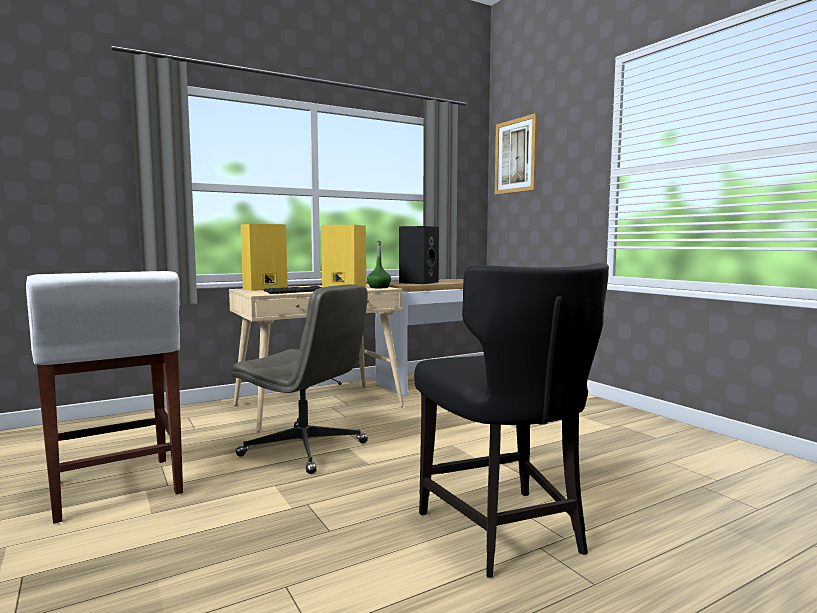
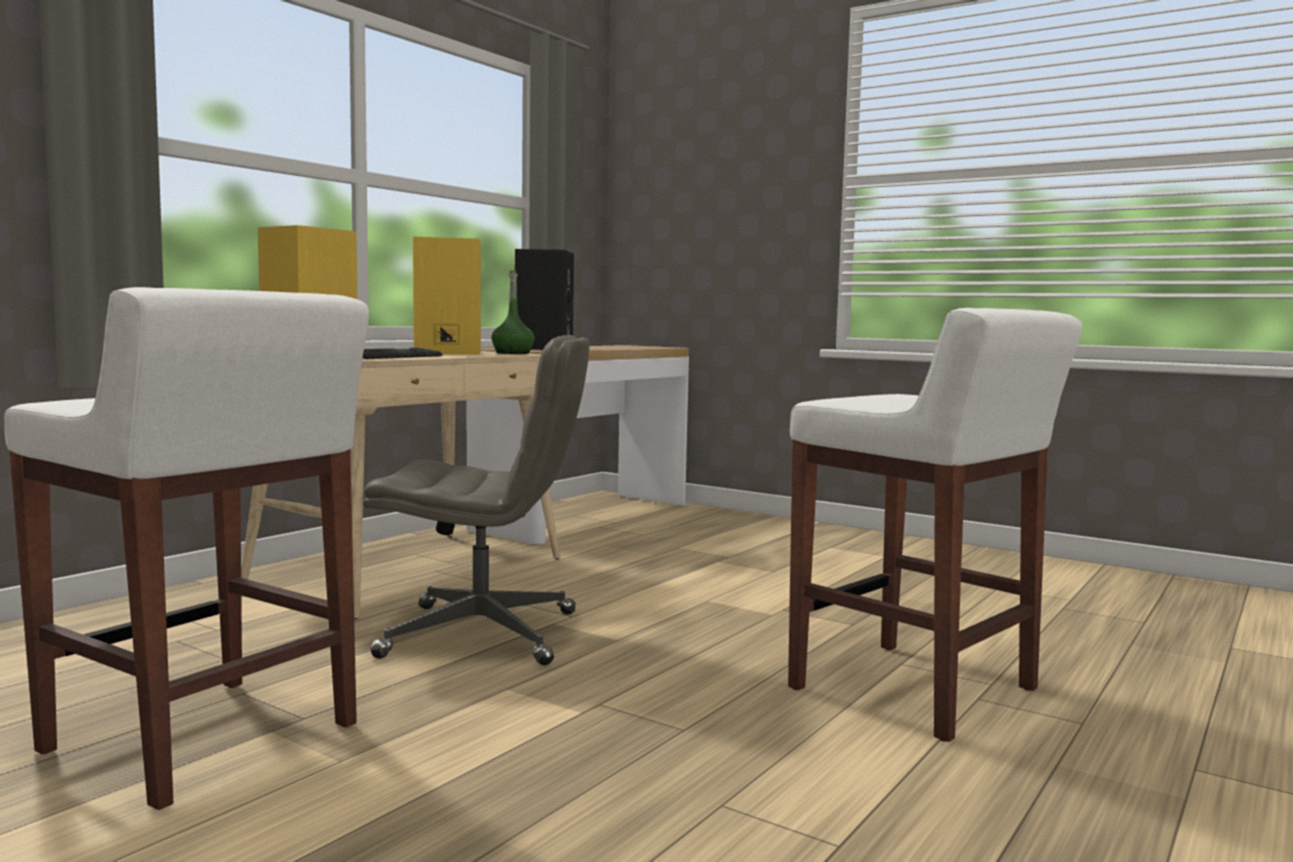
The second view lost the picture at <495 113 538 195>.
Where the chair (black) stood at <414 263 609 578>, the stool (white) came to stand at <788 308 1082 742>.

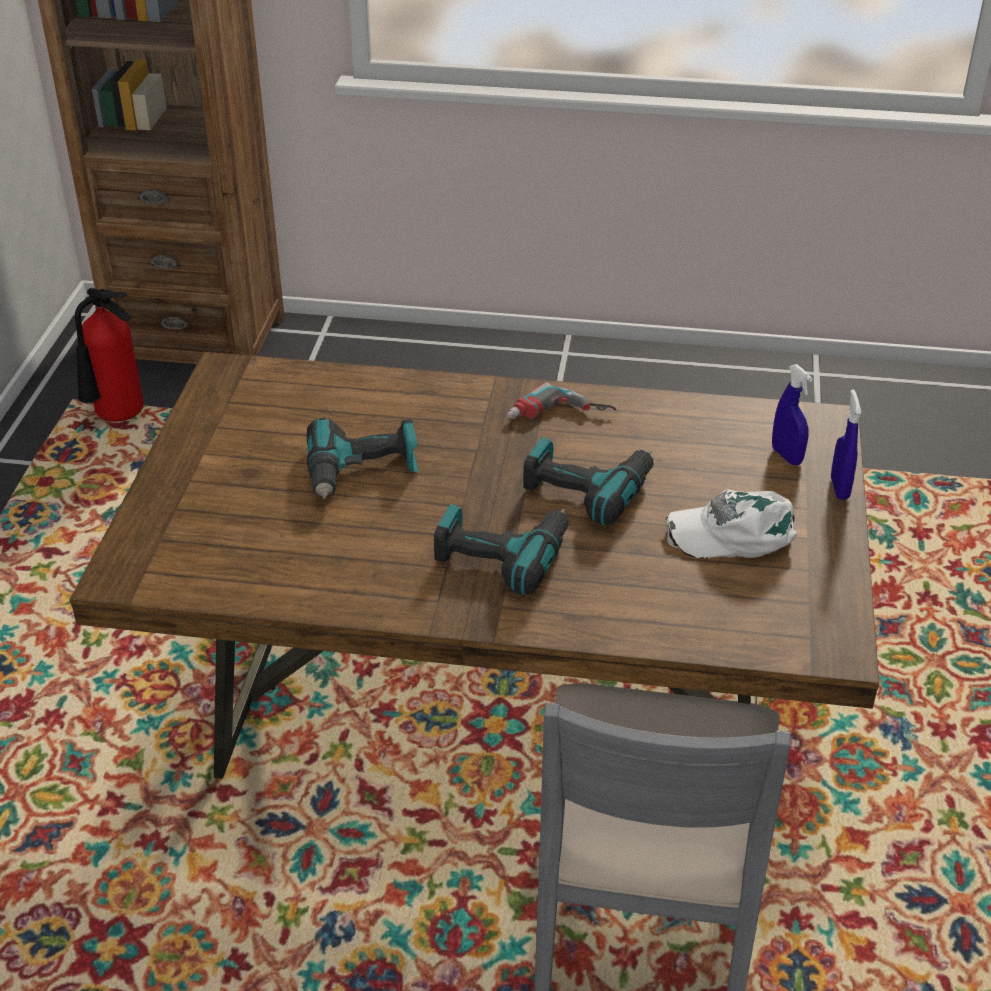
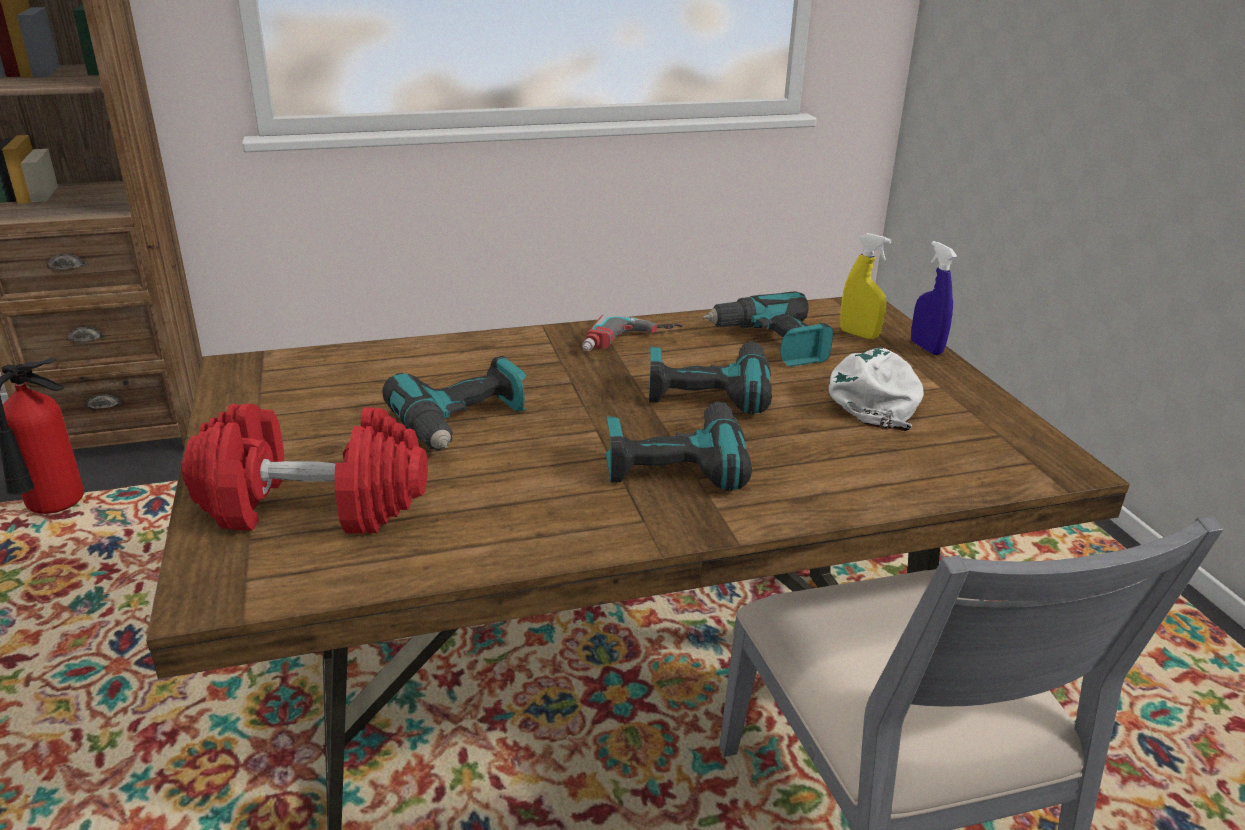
The second view gained the dumbbell (red) at <182 404 428 534>.
The second view gained the power drill at <702 291 833 367>.
What was the spray bottle (blue) at <772 364 813 465> turned into the spray bottle (yellow) at <840 233 891 339>.
The cap (white) at <666 489 797 559> ended up facing another way, 135 degrees clockwise from before.

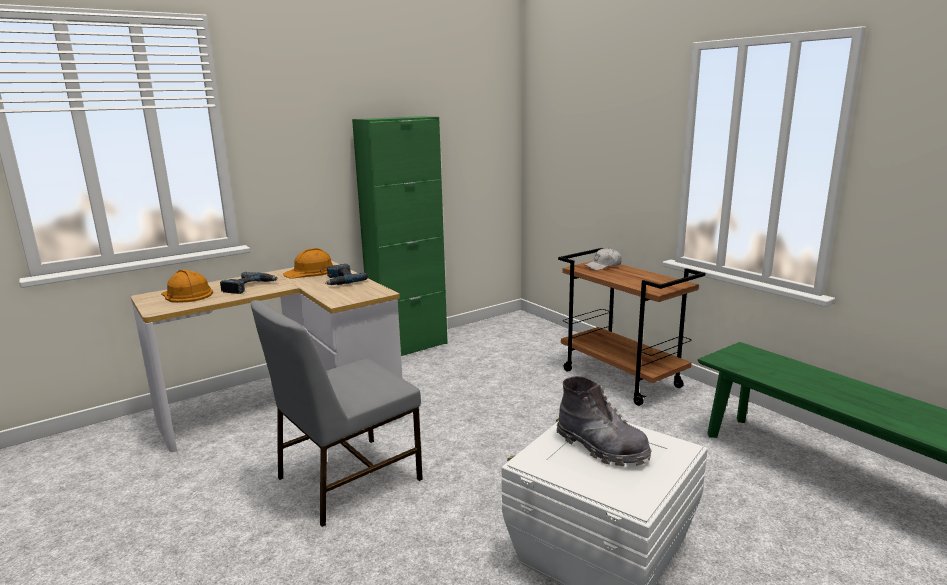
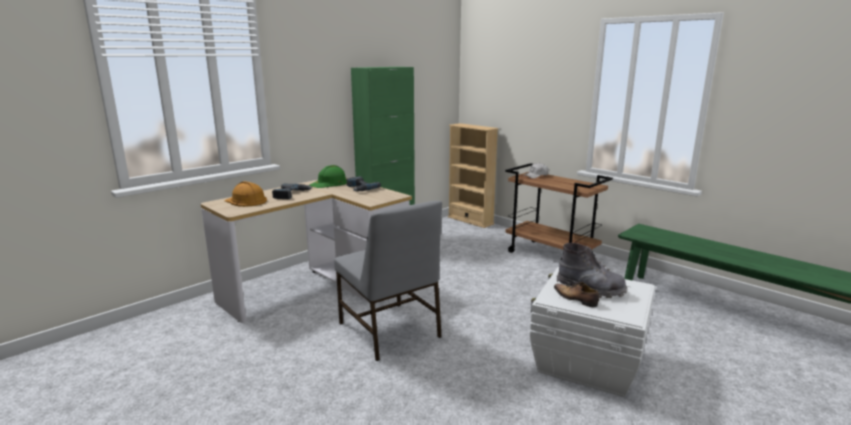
The second view gained the bookcase (beige) at <448 123 499 228>.
The second view gained the shoe at <554 282 599 307>.
What was the hard hat (orange) at <283 248 333 278> turned into the hard hat (green) at <310 165 347 188>.
The chair (grey) at <251 300 423 527> ended up facing another way, 75 degrees counterclockwise from before.

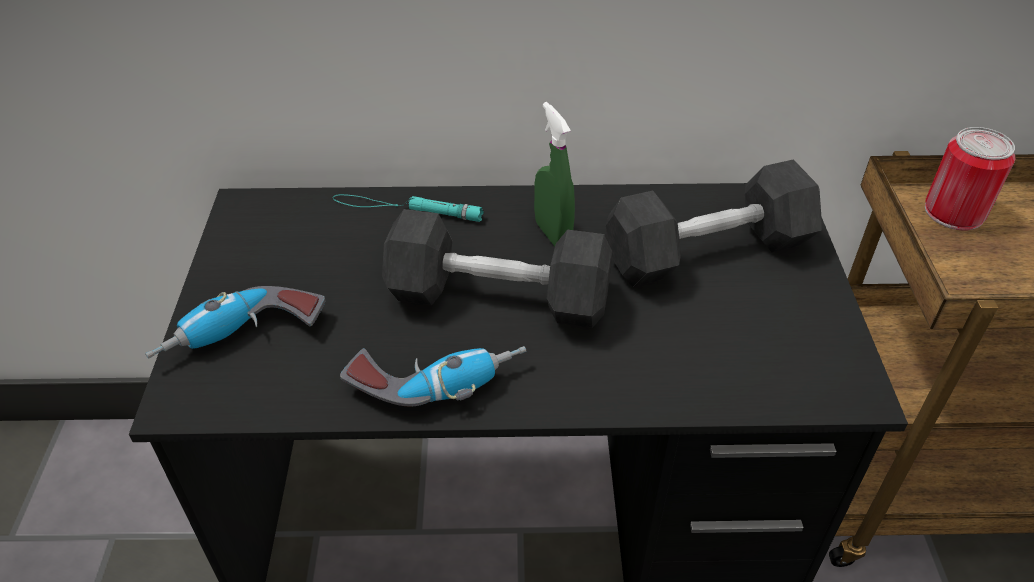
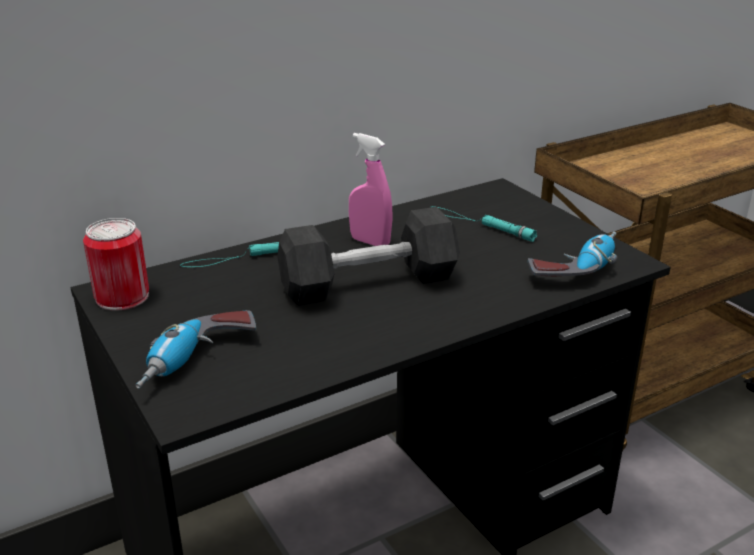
The power drill ended up elsewhere, having gone from <340 346 526 406> to <528 232 617 276>.
The can ended up elsewhere, having gone from <925 127 1015 231> to <83 218 149 311>.
Where the dumbbell (black) stood at <606 160 822 287>, the flashlight (turquoise) came to stand at <430 206 537 242>.
What was the spray bottle (green) at <534 102 575 246> turned into the spray bottle (pink) at <349 133 393 246>.

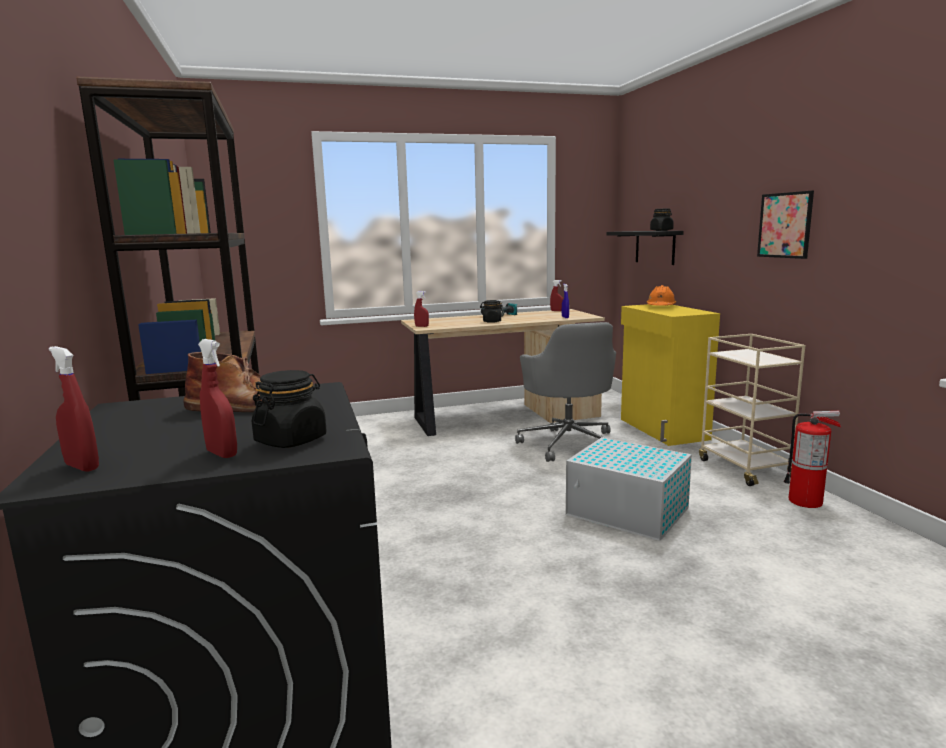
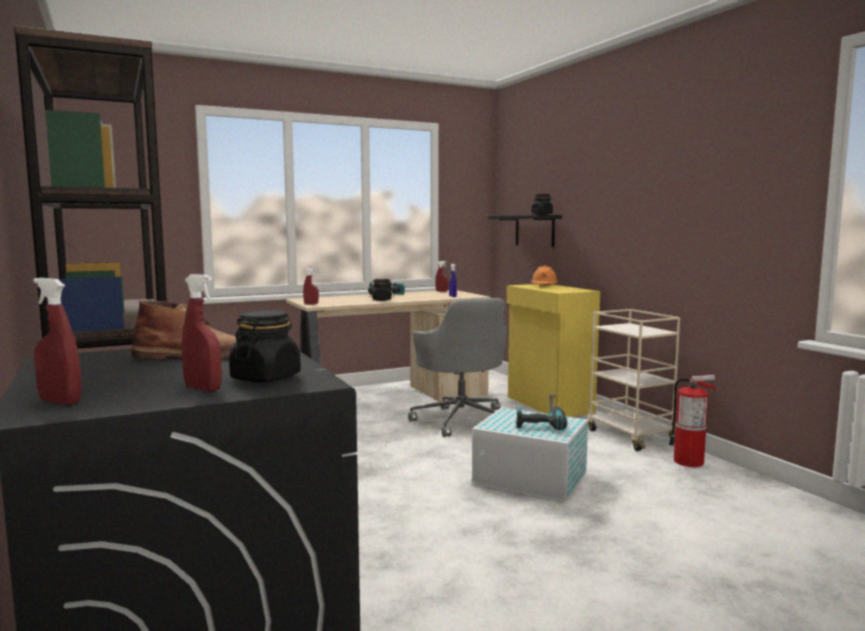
The second view lost the picture at <757 191 814 259>.
The second view gained the power drill at <515 406 567 430>.

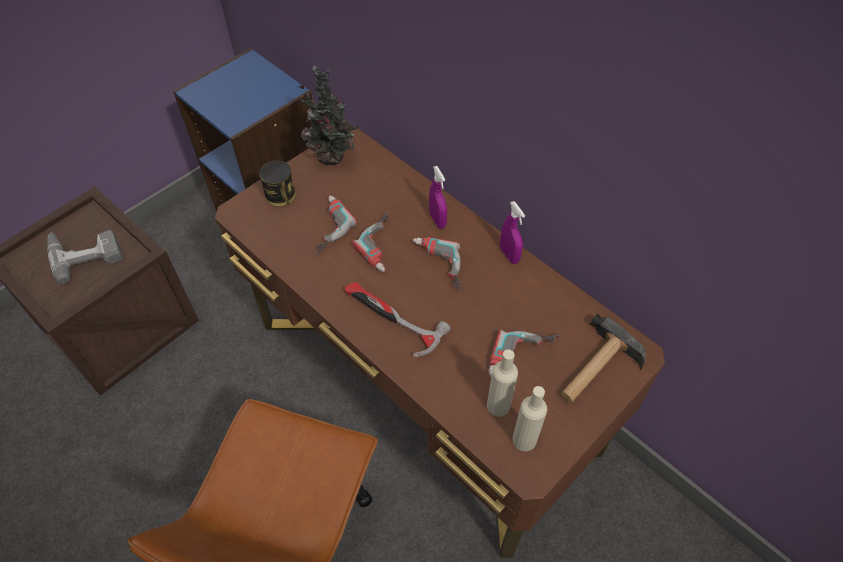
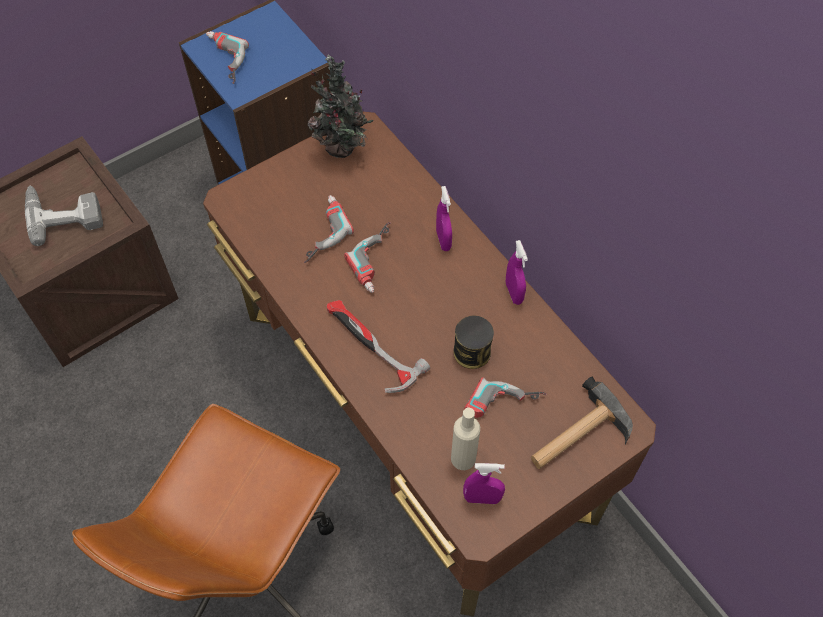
The can ended up elsewhere, having gone from <259 161 296 207> to <454 316 494 369>.
The power drill ended up elsewhere, having gone from <412 237 462 292> to <206 31 249 84>.
Where the bottle (beige) stood at <512 386 547 451>, the spray bottle (purple) came to stand at <463 463 505 504>.

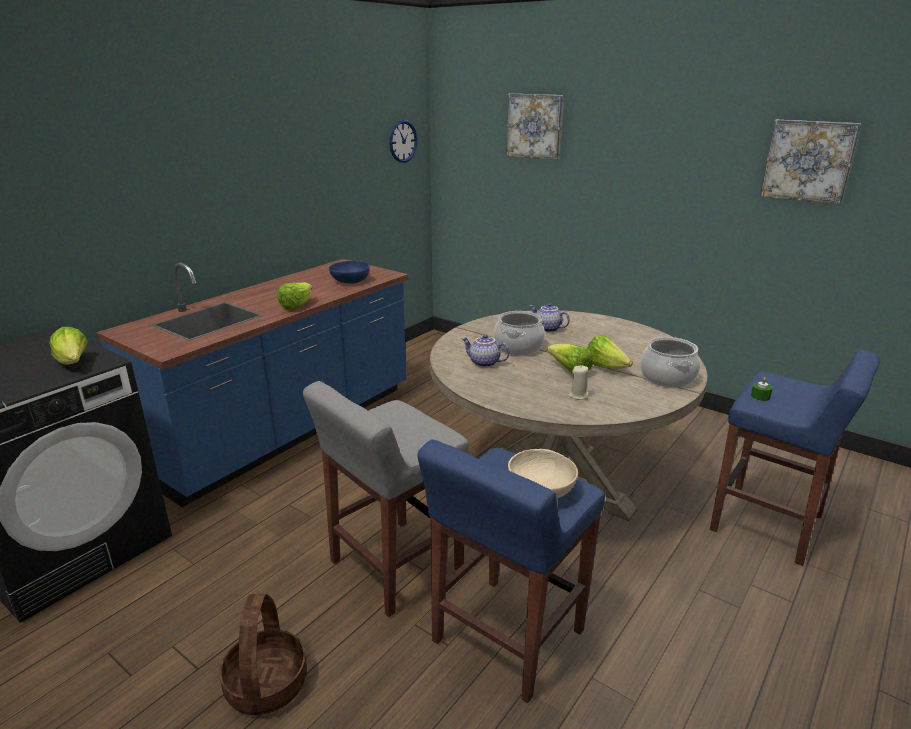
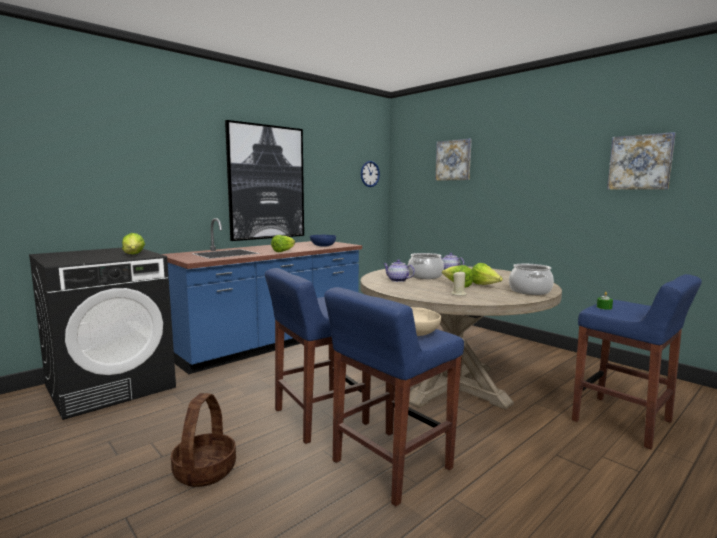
The second view gained the picture at <225 120 304 241>.
What was the stool (grey) at <303 381 469 617> turned into the stool (blue) at <265 268 371 444>.

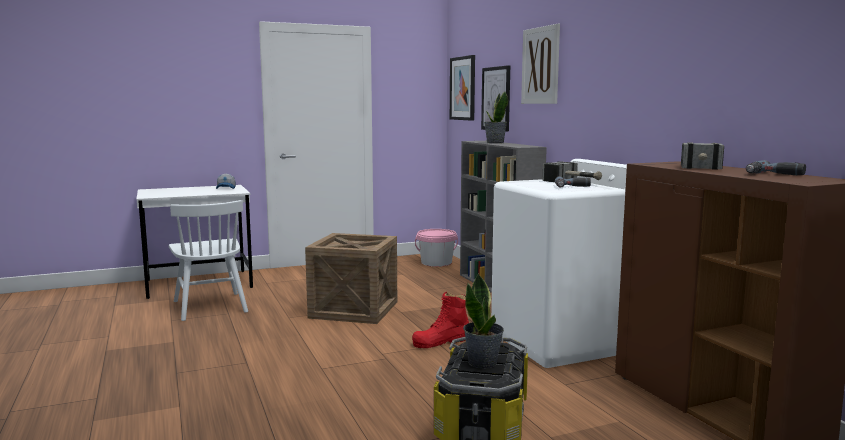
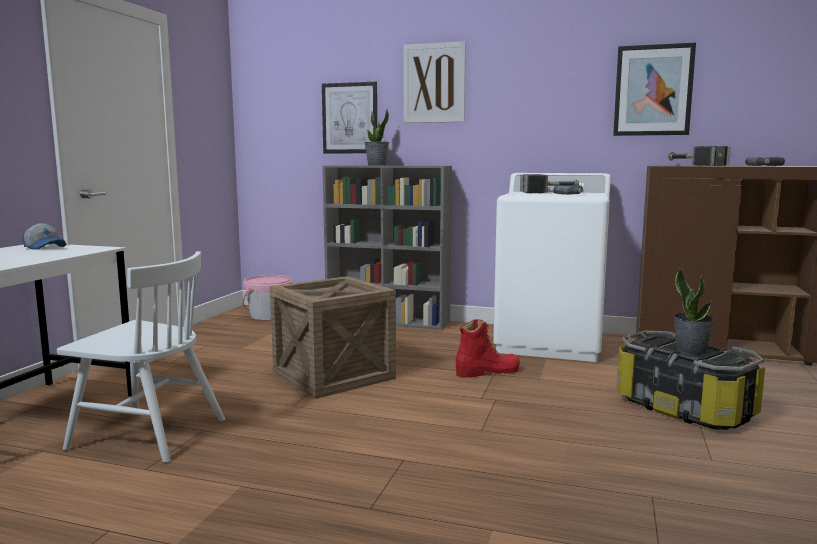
The picture ended up elsewhere, having gone from <450 55 475 121> to <613 43 696 136>.
The boot (red) at <412 292 469 348> ended up facing another way, 120 degrees counterclockwise from before.

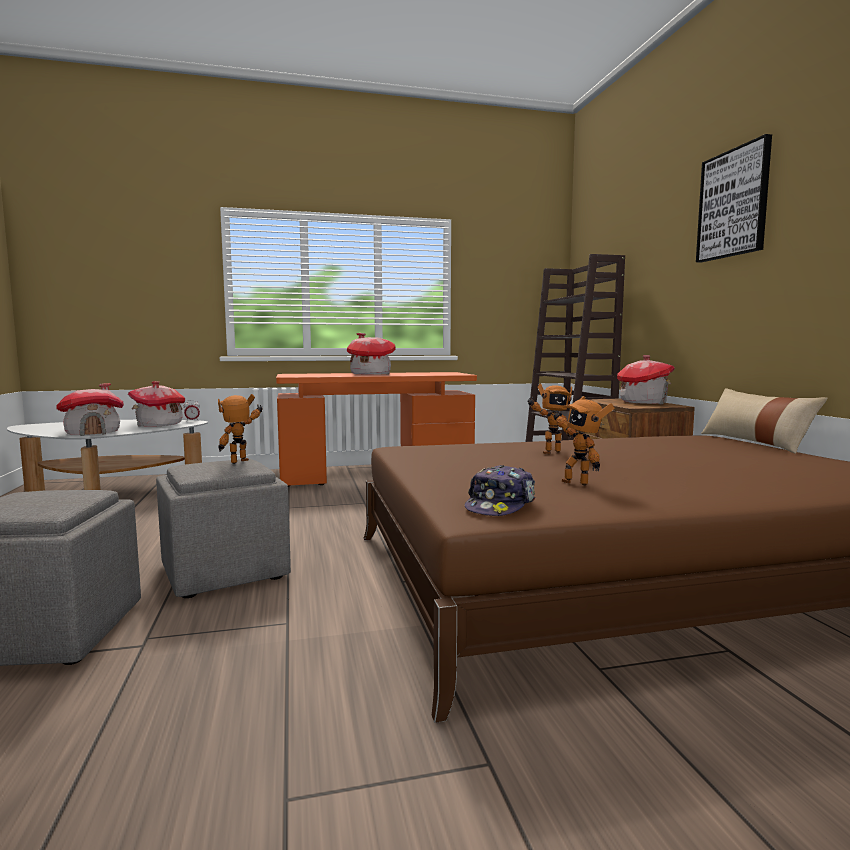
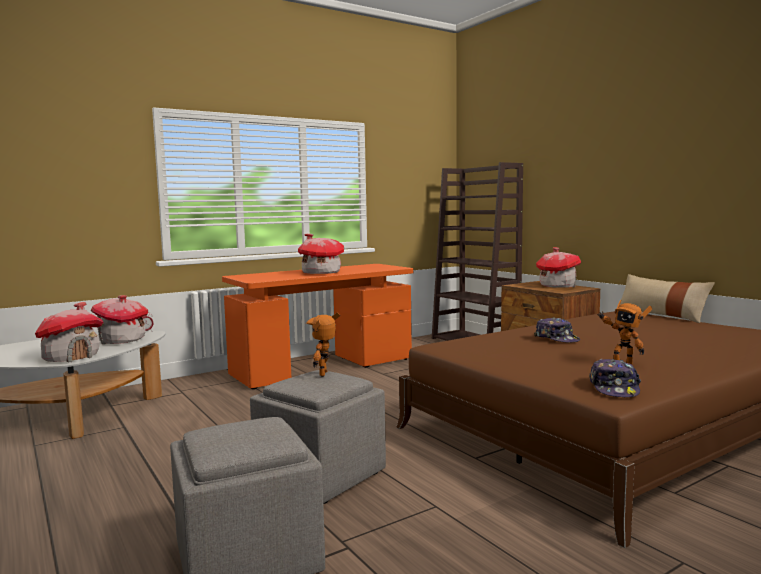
The second view lost the picture at <696 134 772 263>.
Where the toy robot stood at <528 384 572 454>, the cap came to stand at <534 317 580 343>.

